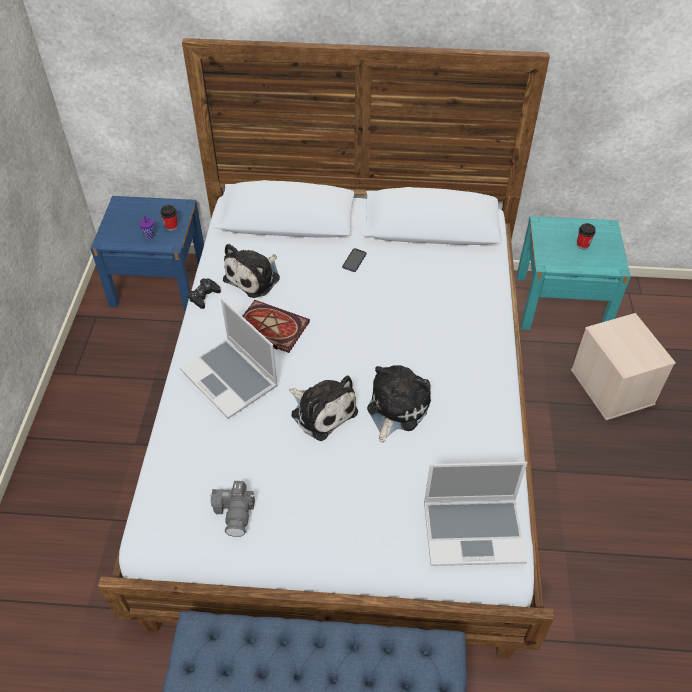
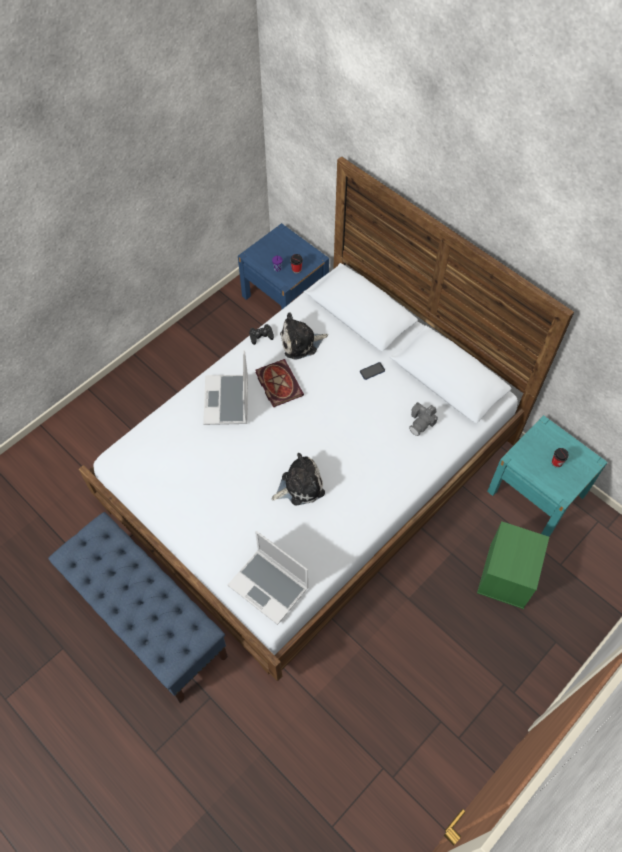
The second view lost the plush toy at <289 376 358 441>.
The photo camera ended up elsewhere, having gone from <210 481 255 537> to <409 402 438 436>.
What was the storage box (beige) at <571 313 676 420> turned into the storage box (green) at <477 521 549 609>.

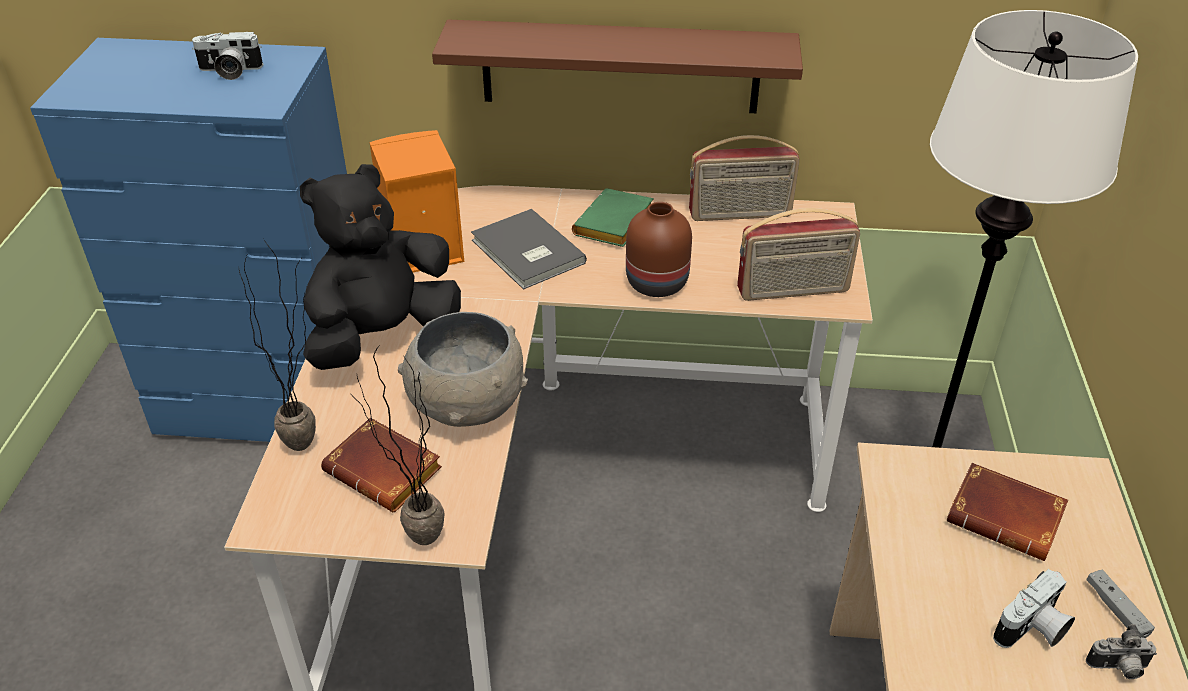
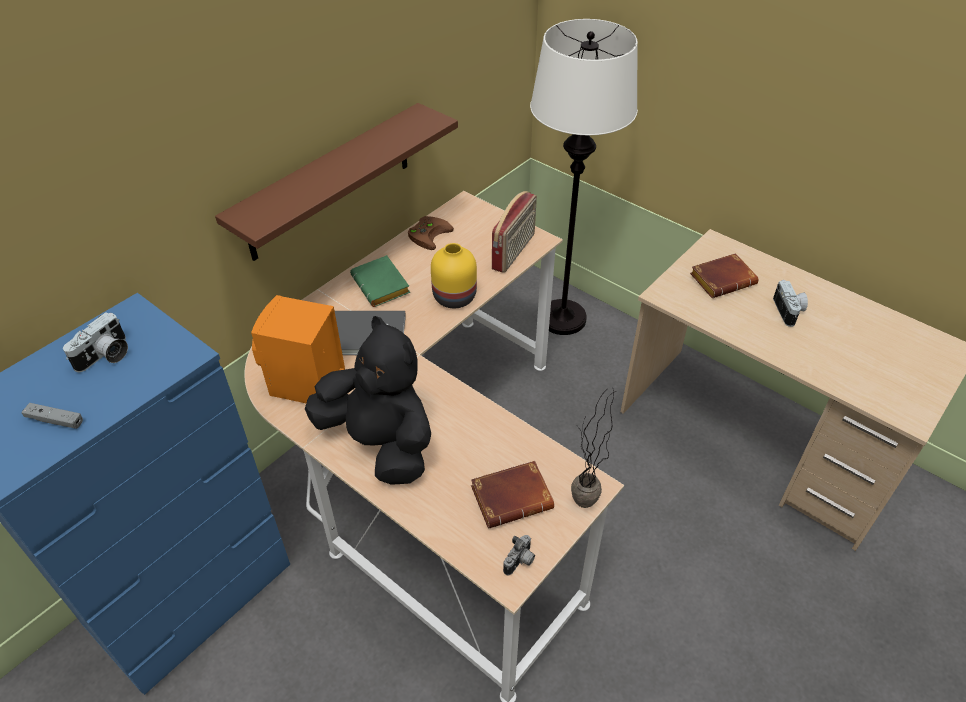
The second view lost the potted plant at <239 240 316 451>.
The second view lost the bowl (grey) at <398 312 528 427>.
The game controller (grey) ended up elsewhere, having gone from <1086 570 1155 638> to <22 403 83 429>.
The photo camera ended up elsewhere, having gone from <1086 624 1157 679> to <503 535 535 575>.
Where the radio stood at <689 135 799 221>, the game controller (brown) came to stand at <408 216 454 250>.
What was the vase (brown) at <626 202 692 297> turned into the vase (yellow) at <431 243 477 308>.
The plush toy (black) at <300 164 461 370> ended up facing another way, 135 degrees clockwise from before.

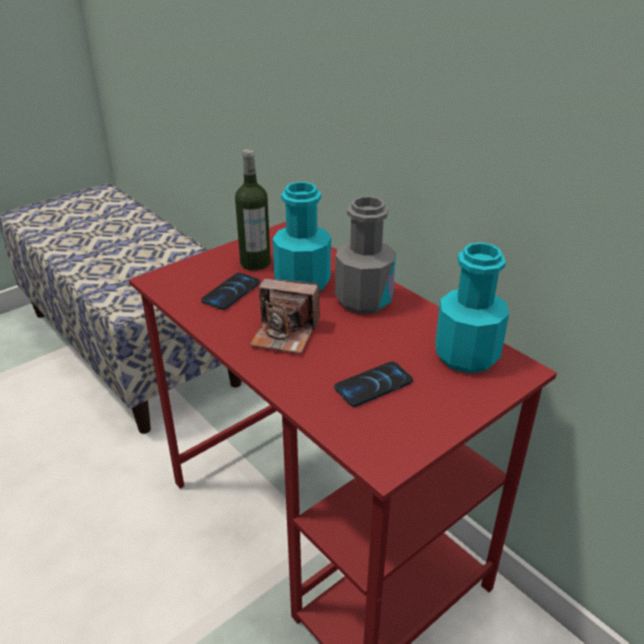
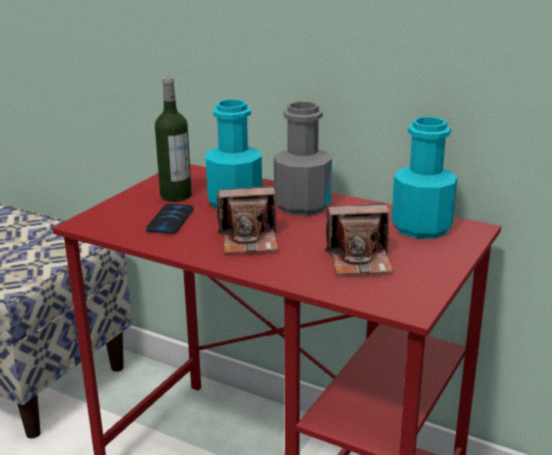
Where the phone stood at <334 362 413 407>, the photo camera came to stand at <325 203 393 275>.

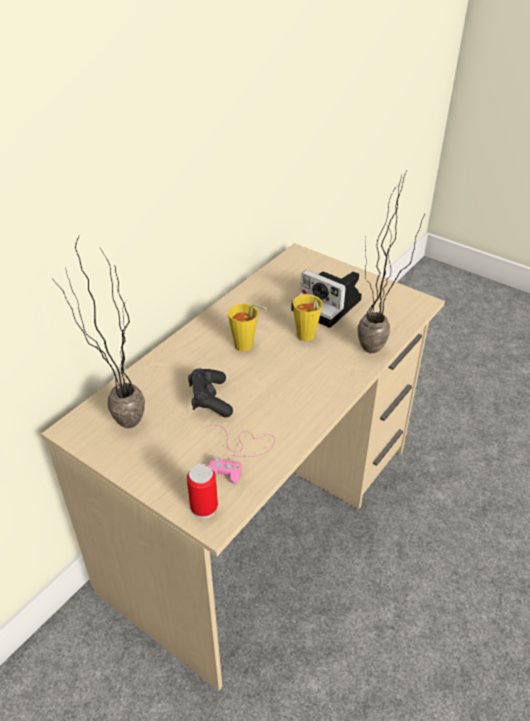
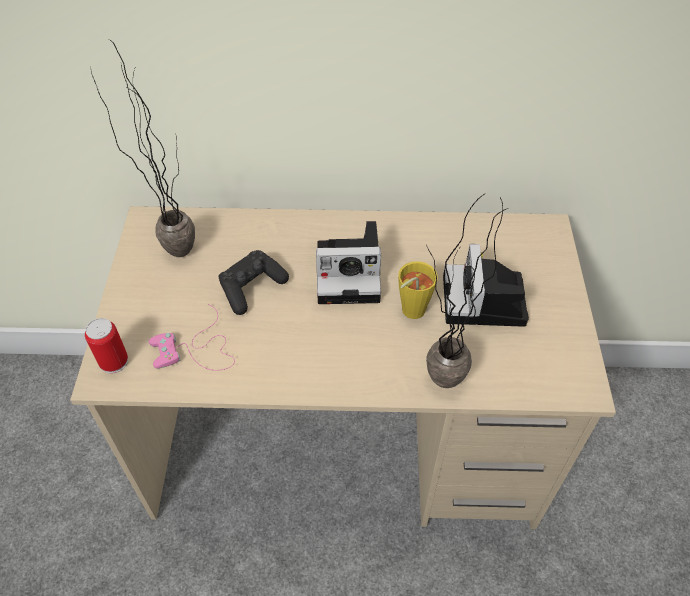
Where the cup (yellow) stood at <228 304 267 351>, the photo camera came to stand at <316 221 381 304>.

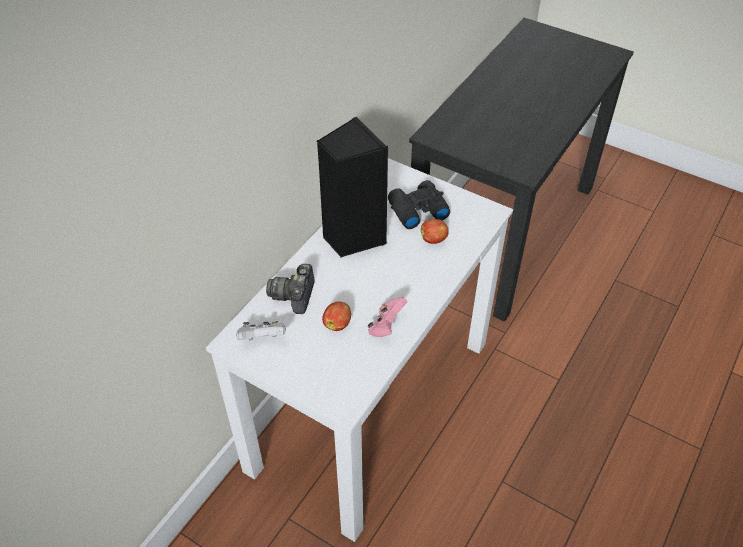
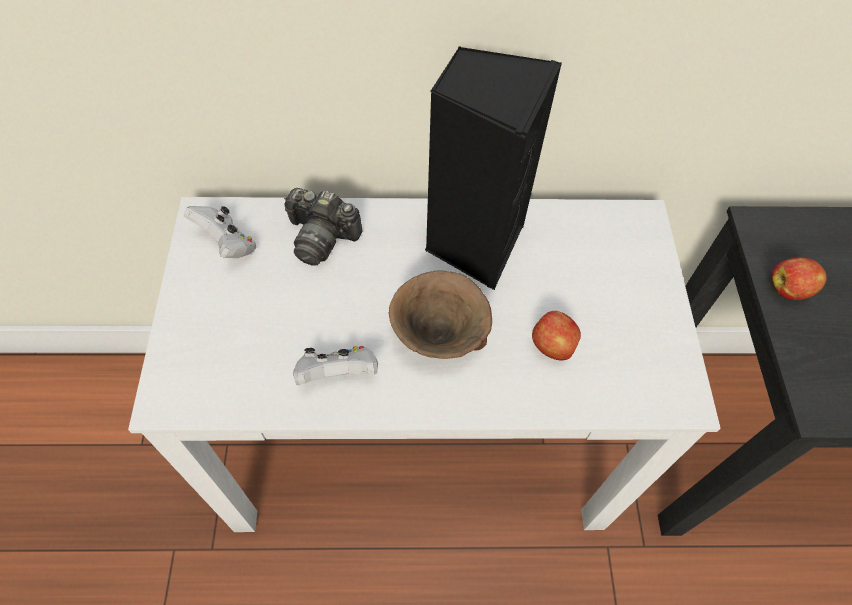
The second view lost the binoculars (black) at <388 180 450 229>.
The second view gained the bowl (brown) at <389 270 492 359>.
The apple ended up elsewhere, having gone from <322 302 351 331> to <772 257 827 300>.
What was the game controller (pink) at <368 297 407 337> turned into the game controller (white) at <293 346 378 385>.
The photo camera at <266 263 315 314> ended up facing another way, 135 degrees counterclockwise from before.

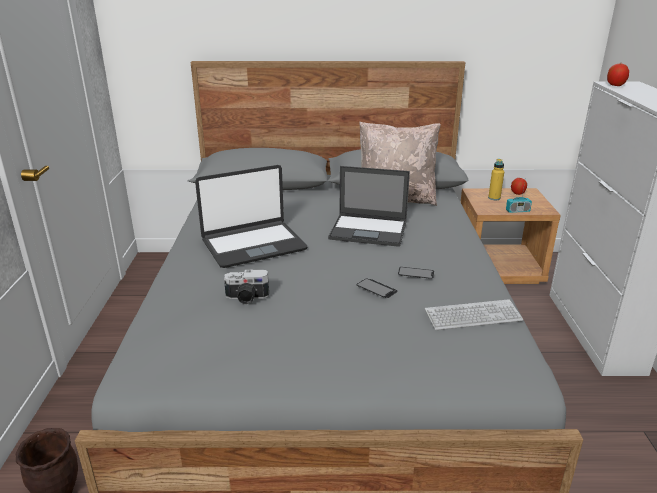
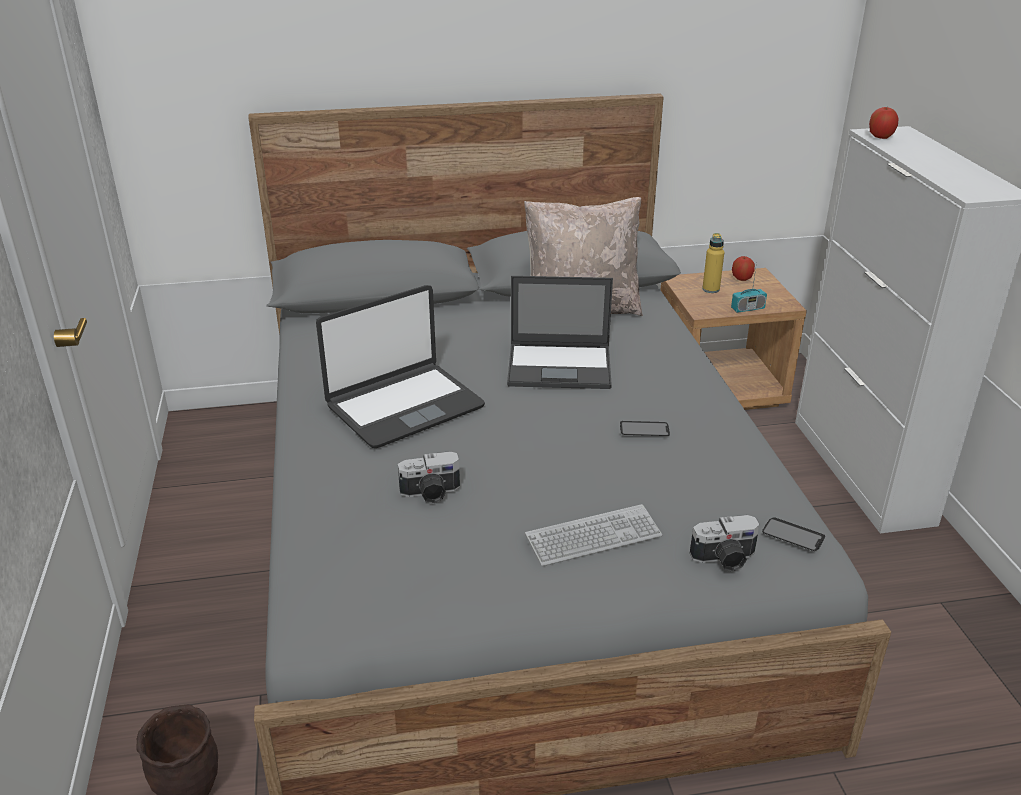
The second view gained the photo camera at <690 515 760 571>.
The phone ended up elsewhere, having gone from <356 278 397 298> to <762 517 825 551>.
The keyboard ended up elsewhere, having gone from <425 299 523 330> to <525 504 662 566>.

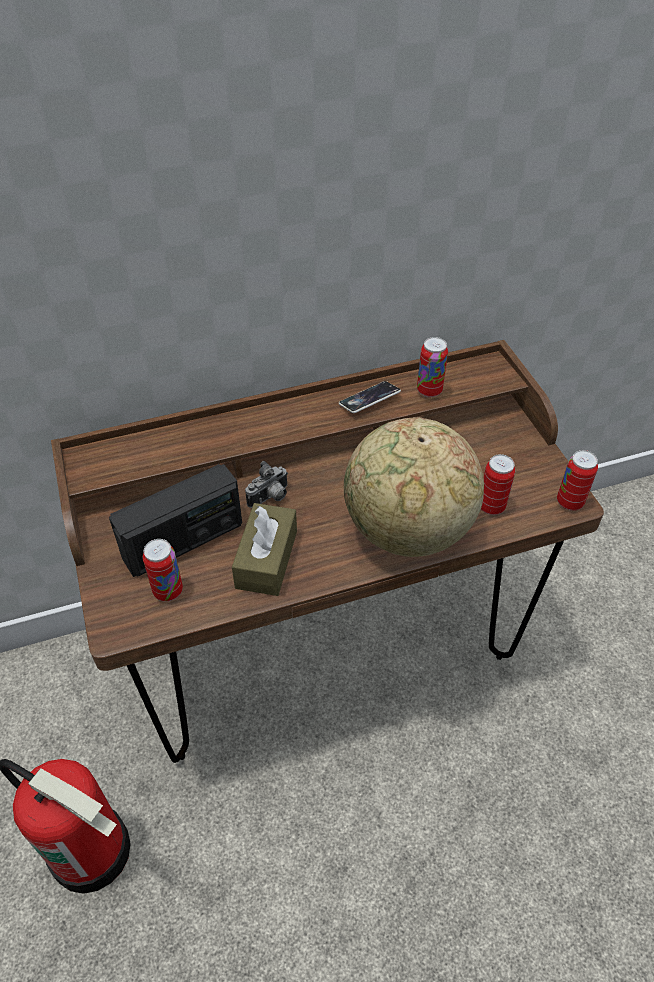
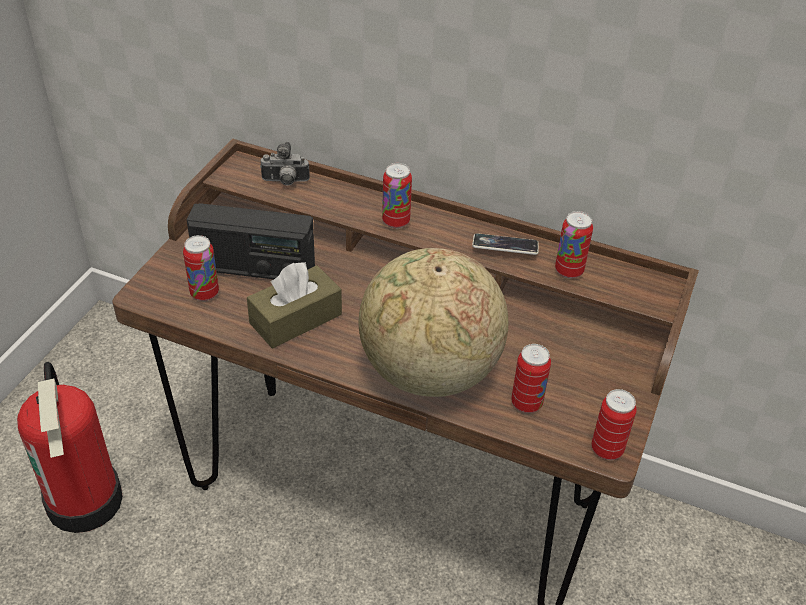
The second view gained the can at <382 163 412 229>.
The photo camera ended up elsewhere, having gone from <245 461 288 508> to <260 142 310 185>.

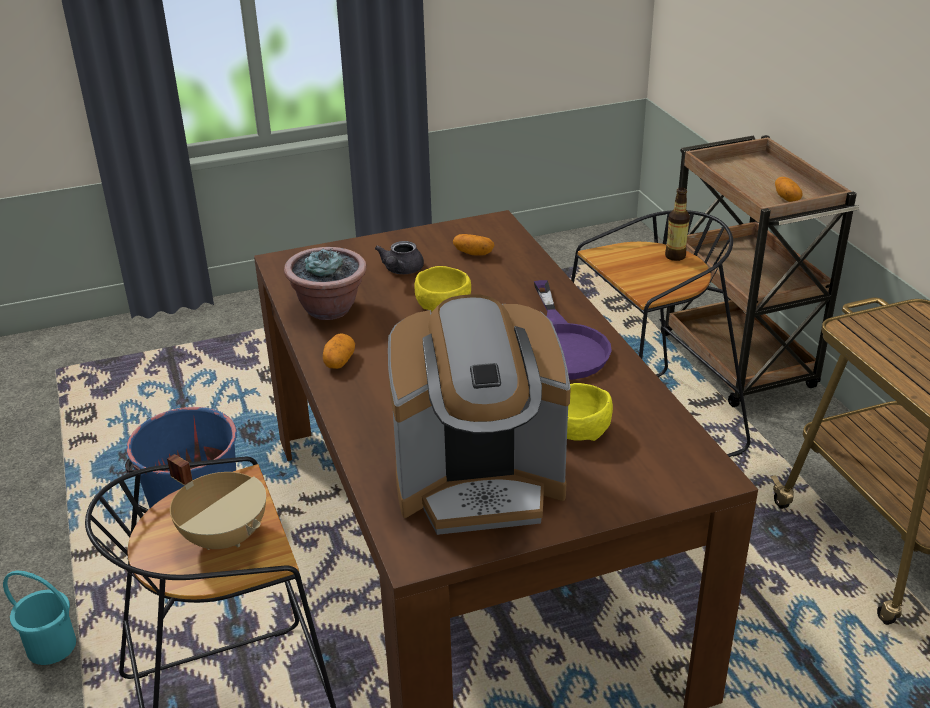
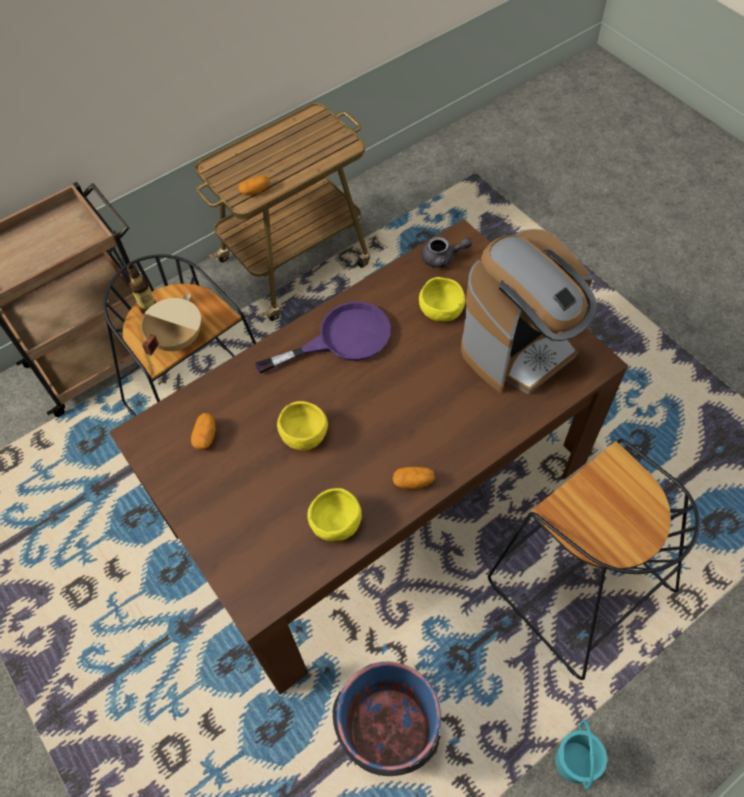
The cooking pot (beige) ended up elsewhere, having gone from <167 454 266 550> to <141 293 201 356>.
The teapot (grey) ended up elsewhere, having gone from <375 241 424 274> to <422 237 472 268>.
The potato ended up elsewhere, having gone from <775 177 803 202> to <239 175 270 195>.
Where the potted plant stood at <284 247 367 320>, the bowl (yellow) came to stand at <307 488 362 541>.
The coffee machine at <388 294 571 535> ended up facing another way, 75 degrees clockwise from before.

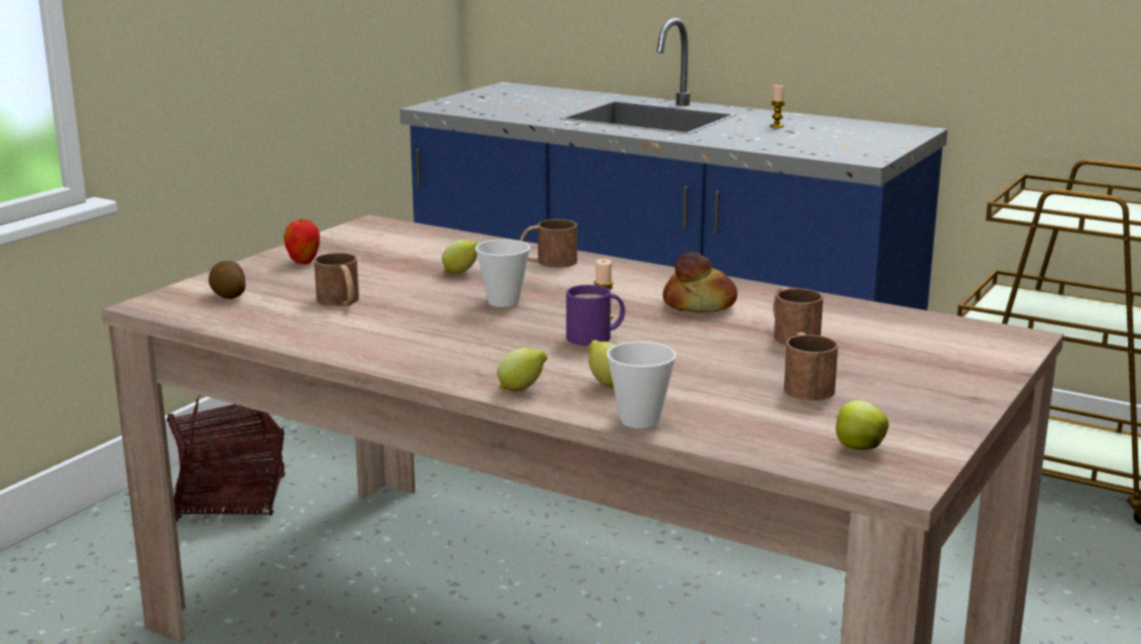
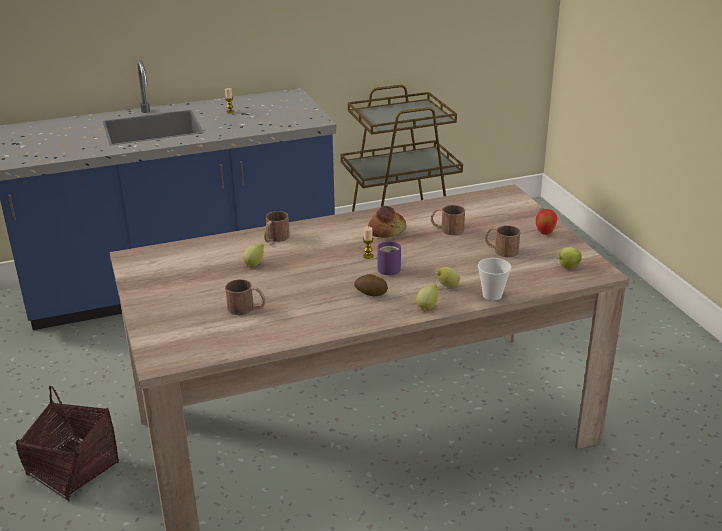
The second view lost the cup at <475 239 531 307>.
The potato ended up elsewhere, having gone from <208 260 246 299> to <354 274 388 296>.
The apple ended up elsewhere, having gone from <284 220 320 264> to <536 209 558 235>.

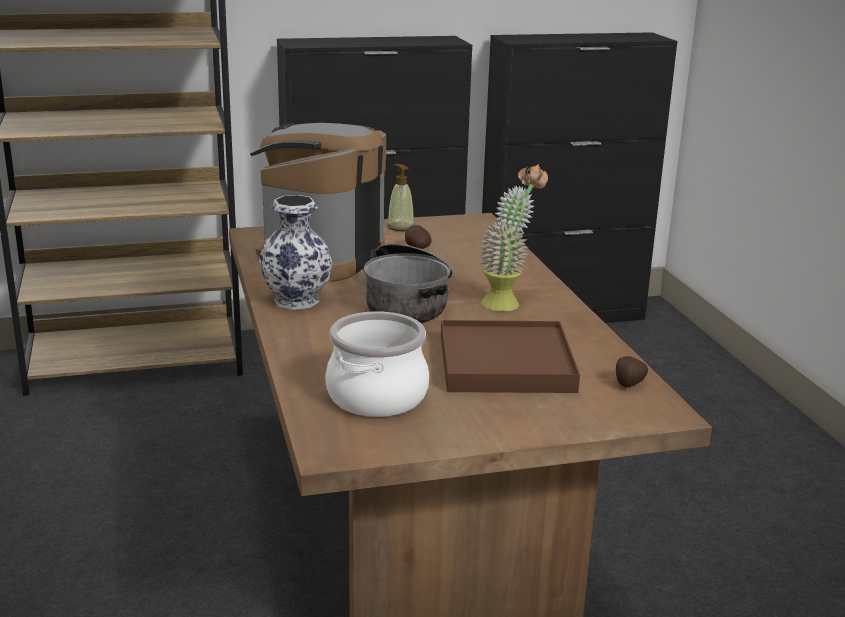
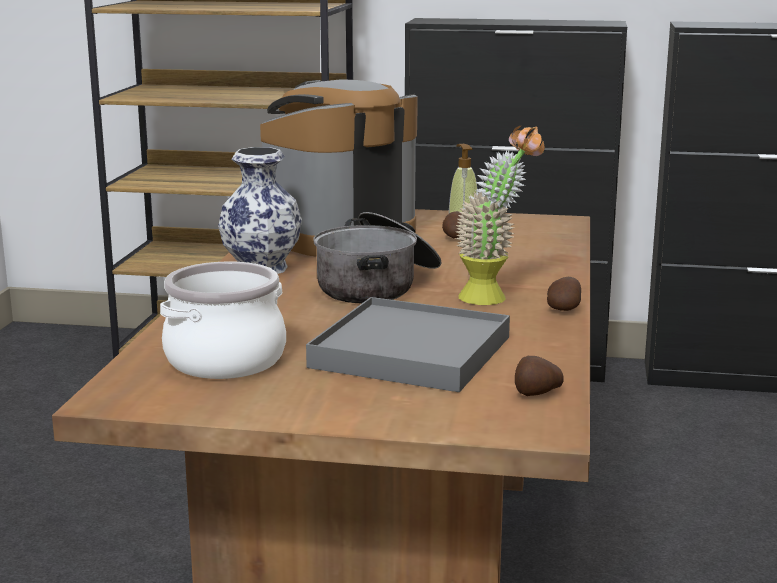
The second view gained the potato at <547 277 581 311>.
What was the tray (brown) at <441 320 580 393> turned into the tray (grey) at <306 297 510 392>.

